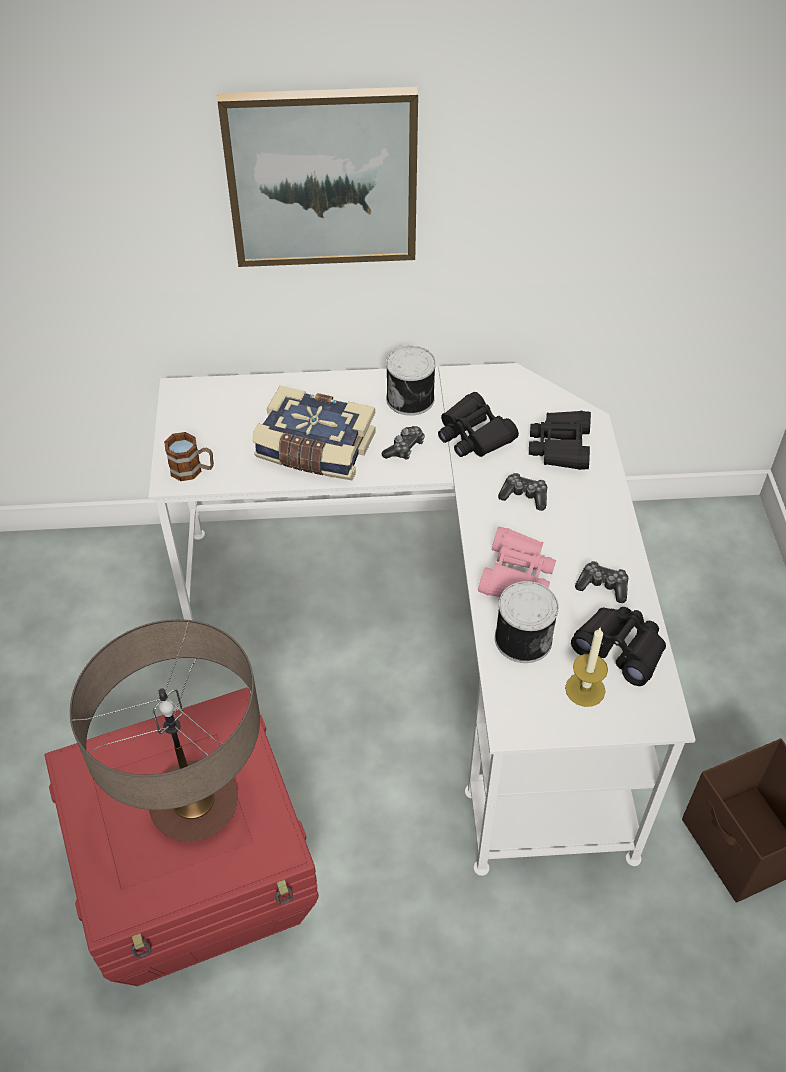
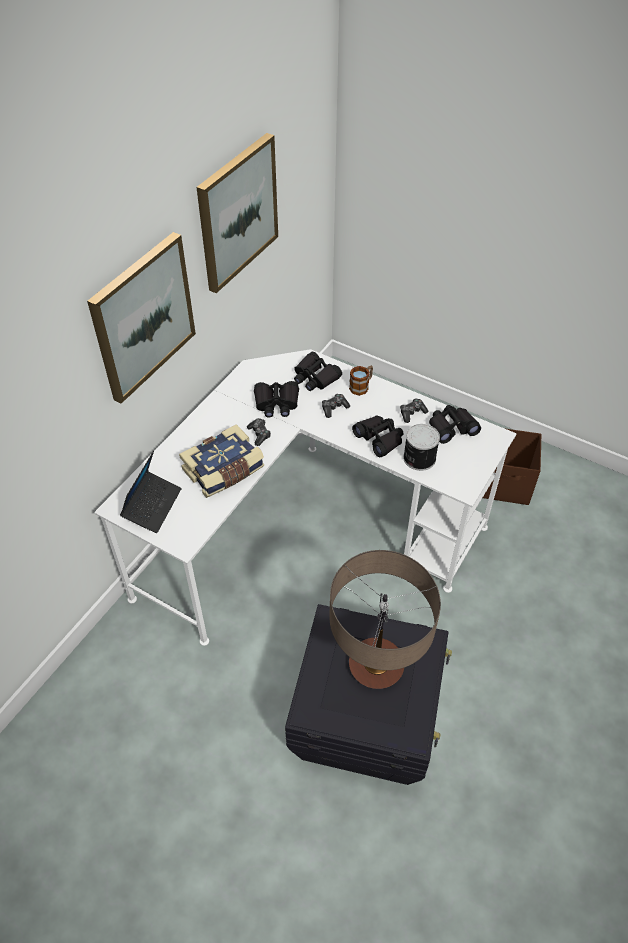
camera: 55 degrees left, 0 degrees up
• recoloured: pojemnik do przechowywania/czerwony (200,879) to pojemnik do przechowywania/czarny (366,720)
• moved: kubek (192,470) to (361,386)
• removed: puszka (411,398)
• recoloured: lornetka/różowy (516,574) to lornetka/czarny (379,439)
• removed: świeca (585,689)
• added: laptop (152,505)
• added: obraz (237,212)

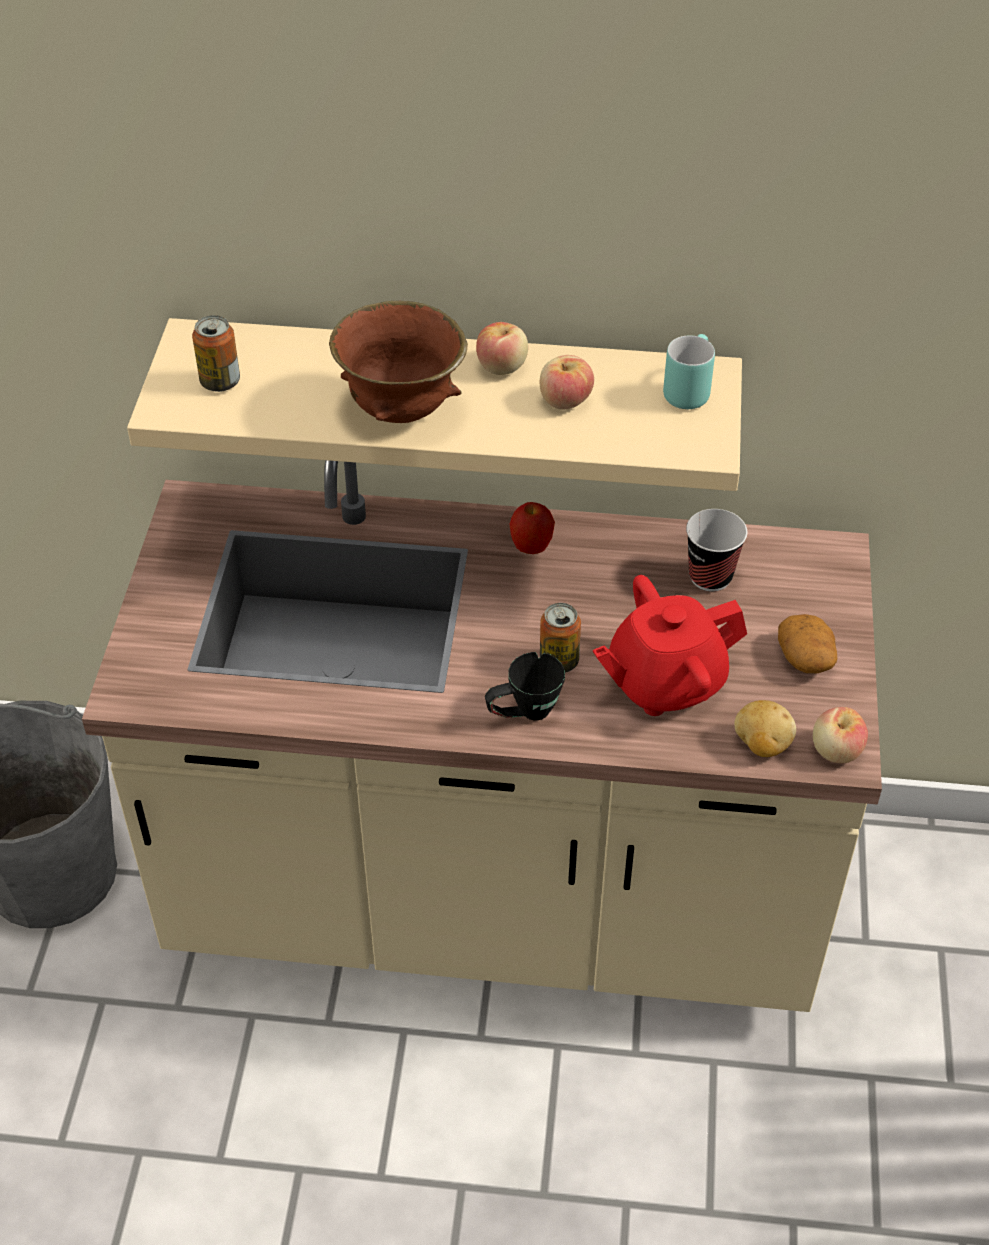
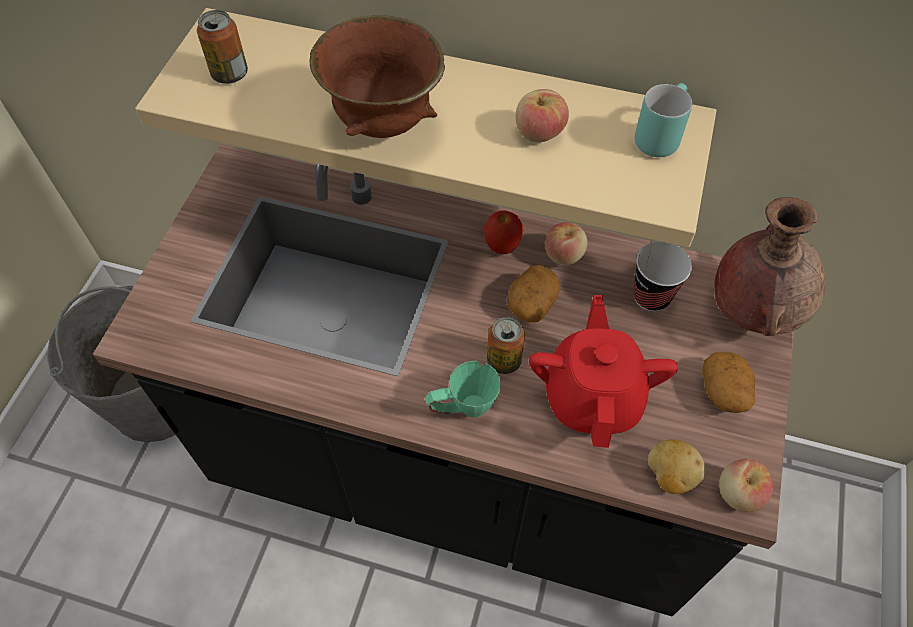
camera: 10 degrees right, 10 degrees up
• recoloured: zabudowa kuchenna/beżowy (494,903) to zabudowa kuchenna/czarny (456,474)
• moved: jabłko (502,366) to (564,255)
• recoloured: kubek/czarny (523,714) to kubek/zielony (462,409)
• turned: imbryk/czerwony (664,682) = (593,396) 105 degrees clockwise
• added: ziemniak (531,302)
• added: wazon/brązowy (753,308)

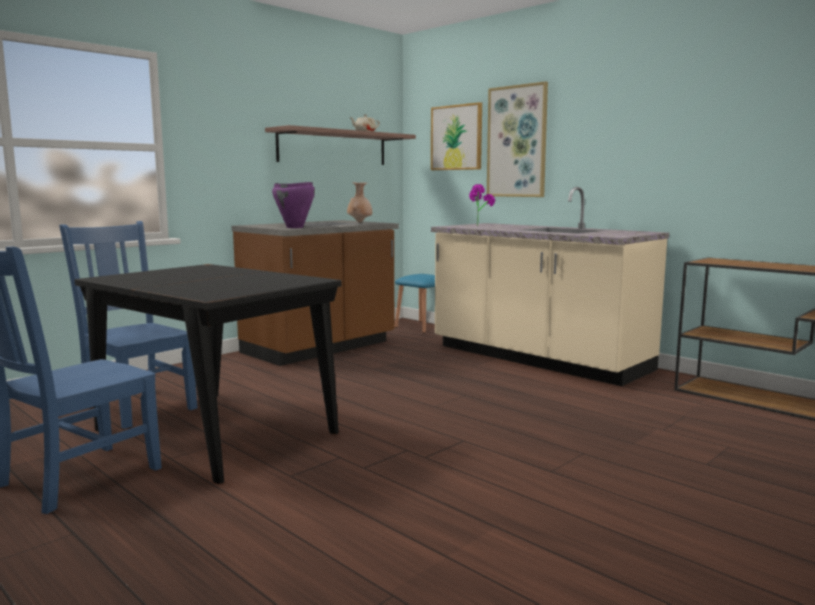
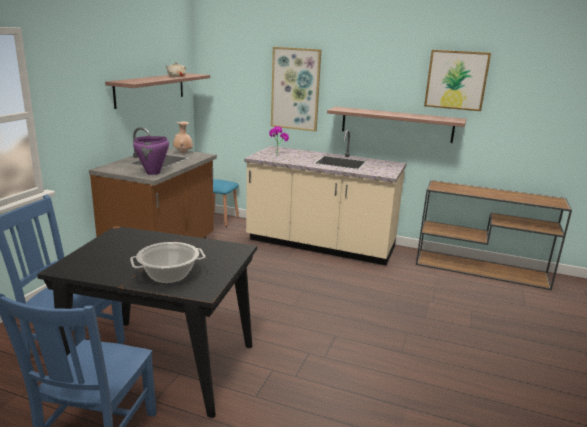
camera: 25 degrees left, 10 degrees up
• moved: obraz (456,137) to (456,80)
• added: garnek (169,275)
• added: półka (396,124)

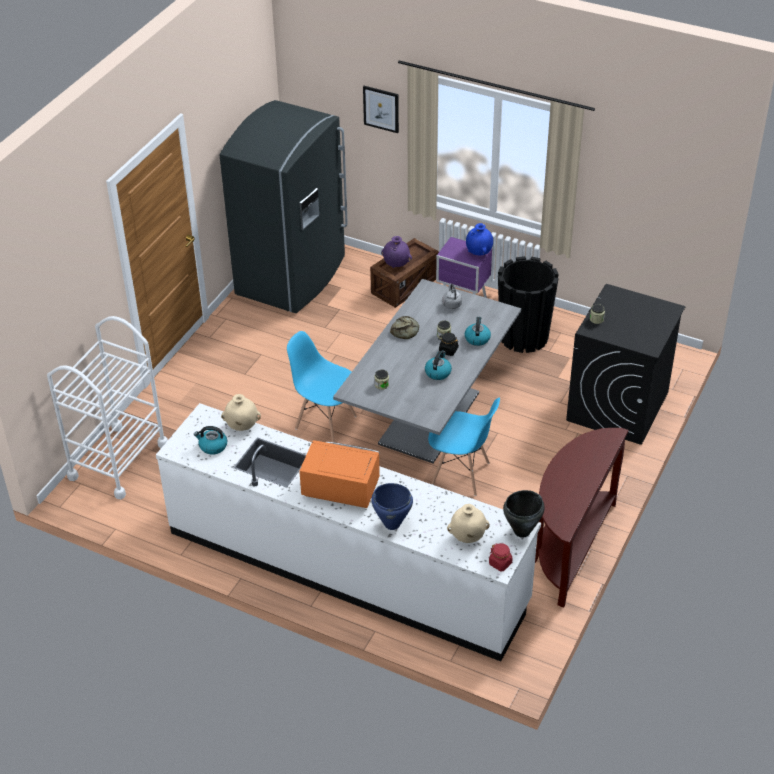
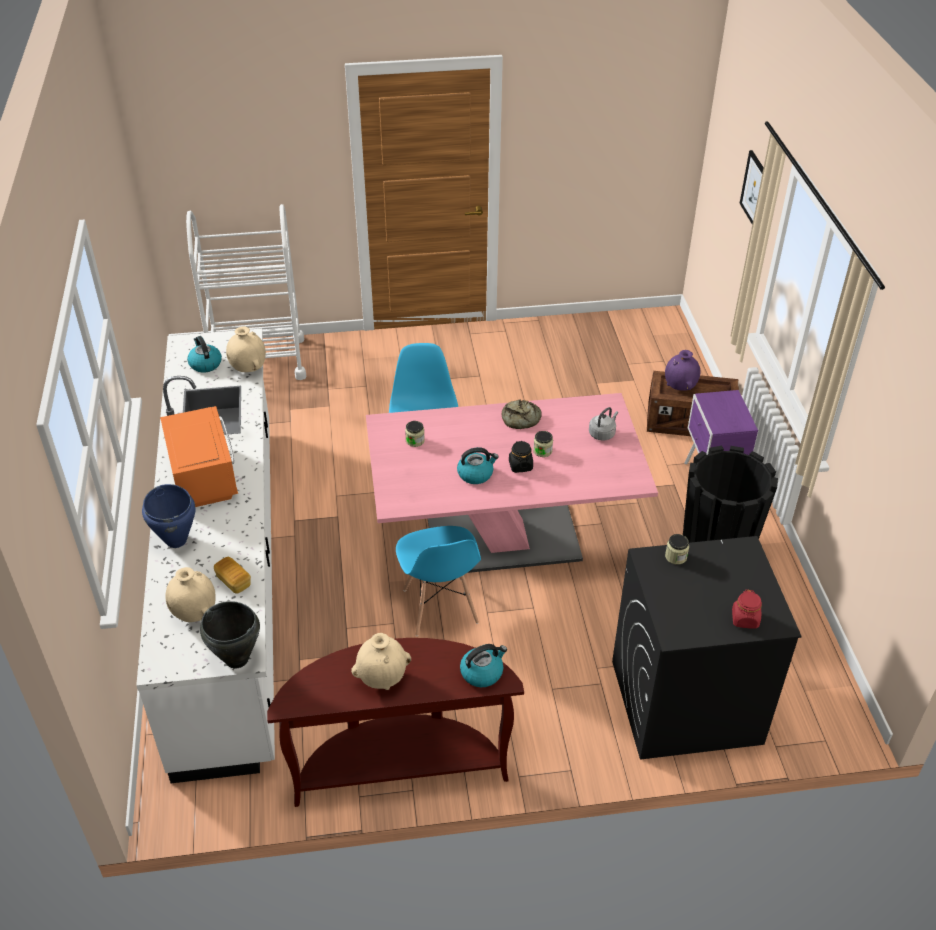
camera: 55 degrees right, 0 degrees up
• removed: lodówka/szary (293,276)
• recoloured: stół jadalny/szary (429,418) to stół jadalny/różowy (503,539)
• moved: czajnik (477,338) to (482,672)
• removed: wazon/niebieski (479,253)
• moved: słoik/czerwony (500,563) to (745,619)
• added: chleb (233,581)
• added: wazon/beżowy (383,679)

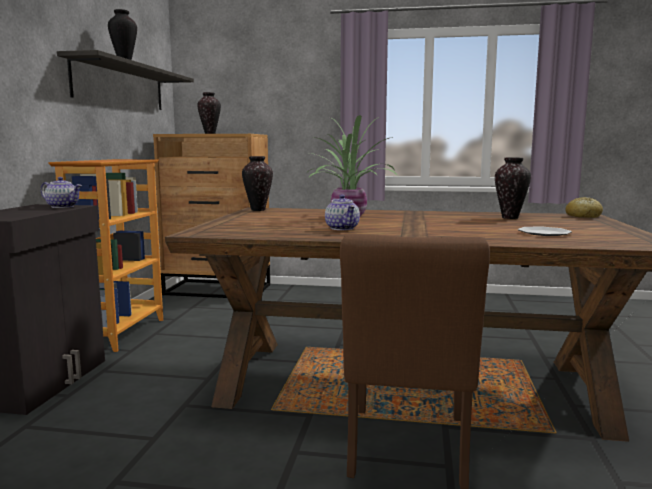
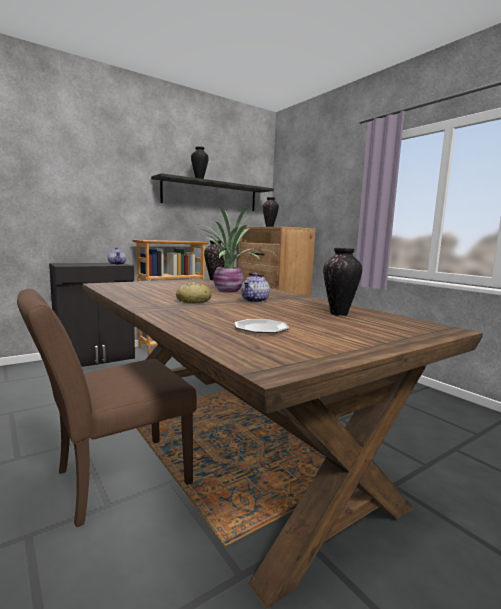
camera: 45 degrees right, 0 degrees up
• moved: imbryk (342,228) to (255,301)
• moved: chleb (583,216) to (193,301)

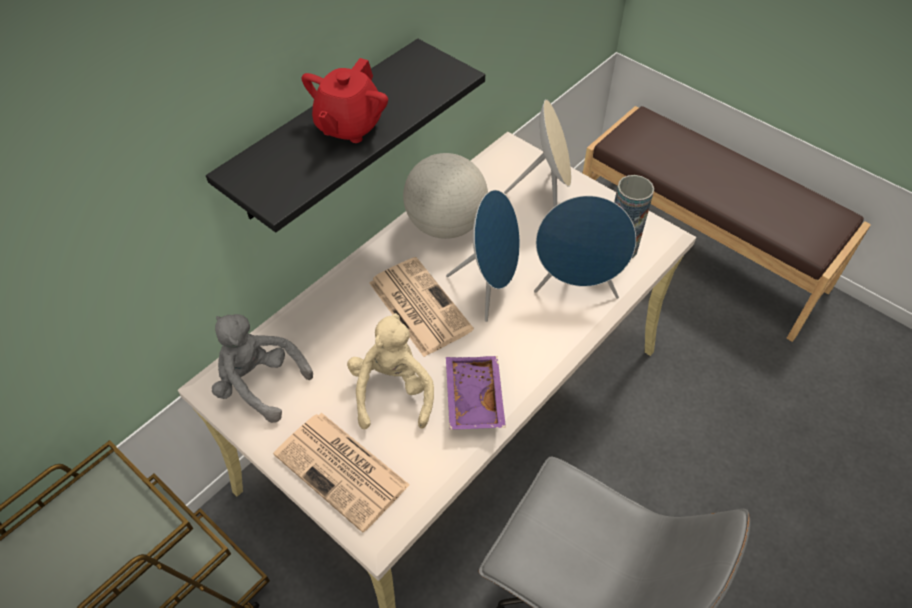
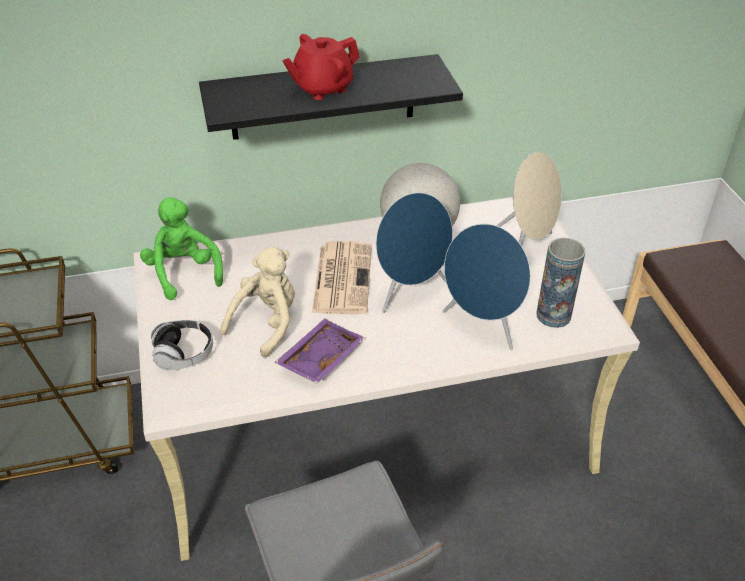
camera: 35 degrees right, 10 degrees down
• recoloured: pluszak/szary (259,384) to pluszak/zielony (184,273)
• replaced: gazeta (343,470) to słuchawki (184,354)

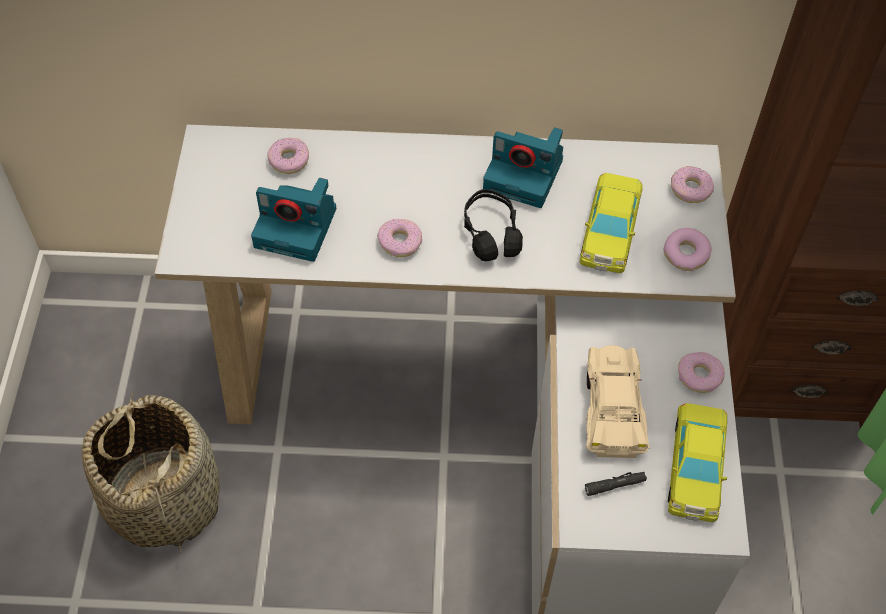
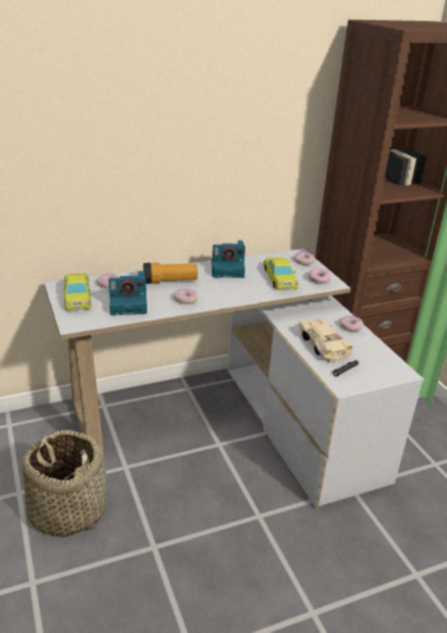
camera: 25 degrees left, 25 degrees down
• removed: słuchawki/czarny (491,233)
• moved: samochodzik/żółty (696,466) to (77,296)
• added: latarka (170,281)

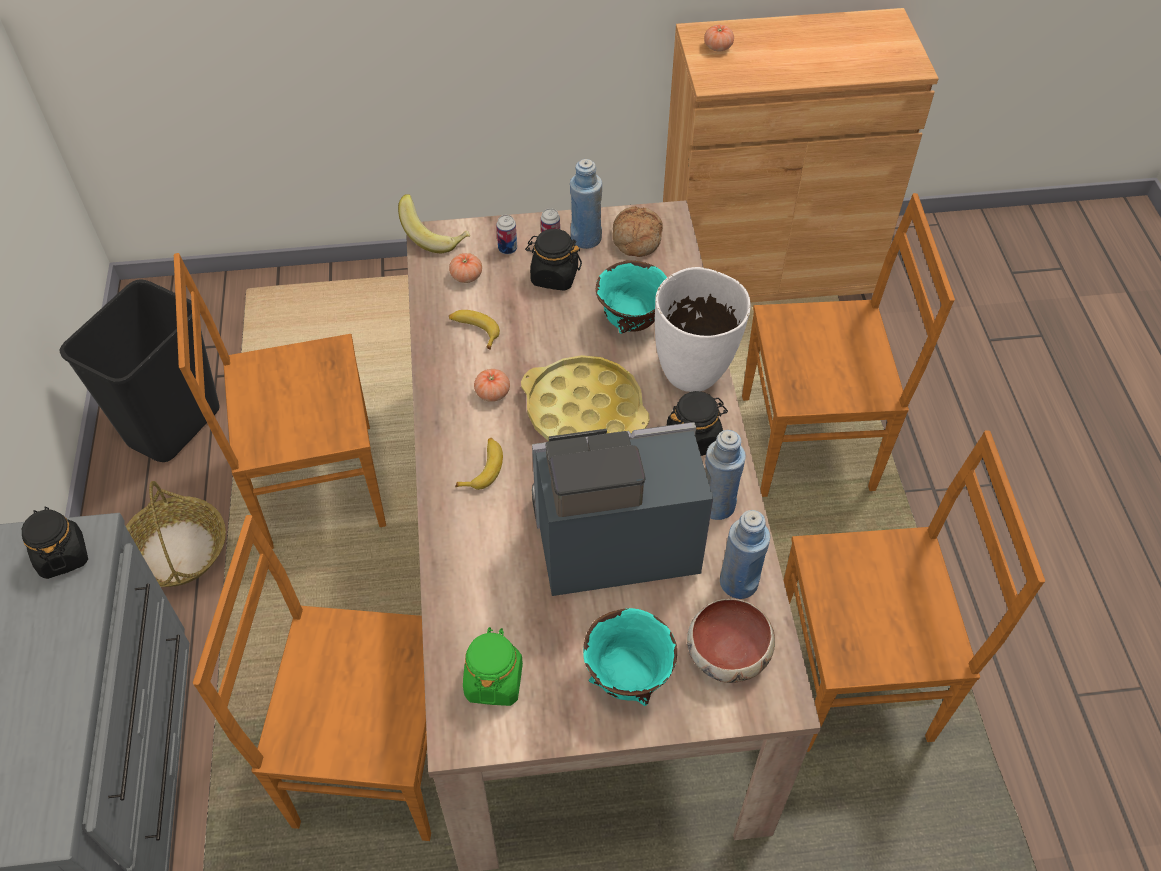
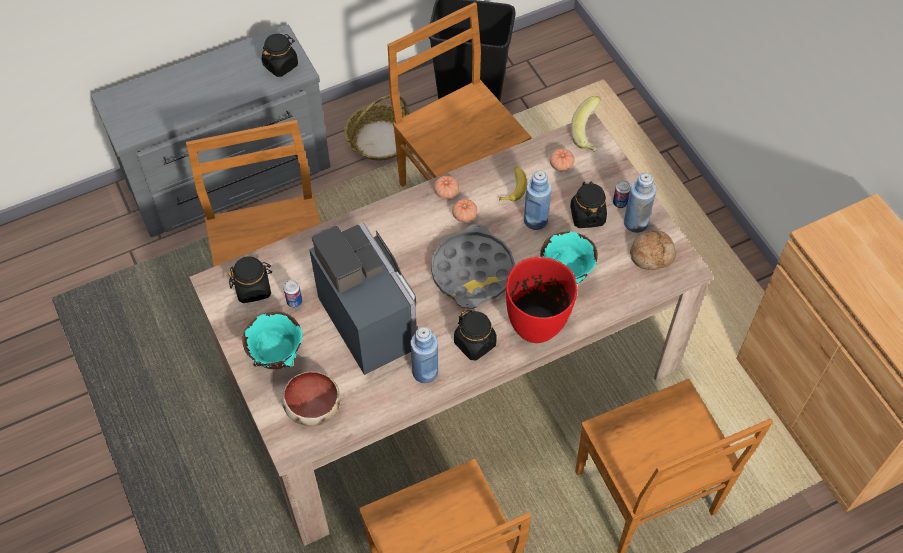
camera: 70 degrees right, 5 degrees up
• removed: banan (483,468)
• recoloured: słoik/zielony (494,681) to słoik/czarny (253,288)
• moved: puszka (507,249) to (294,302)
• recoloured: taca/żółty (584,410) to taca/szary (472,271)
• recoloured: wazon/biały (693,372) to wazon/czerwony (536,327)
• moved: pomidor (718,47) to (446,192)
• moved: butelka/niebieski (739,582) to (535,220)

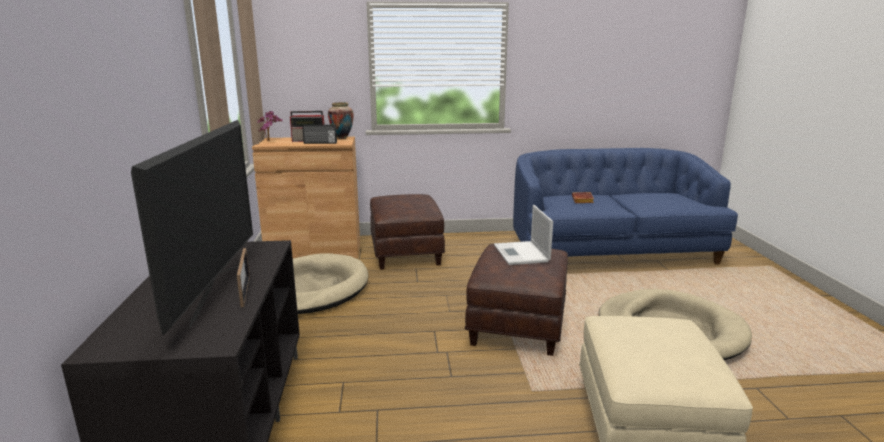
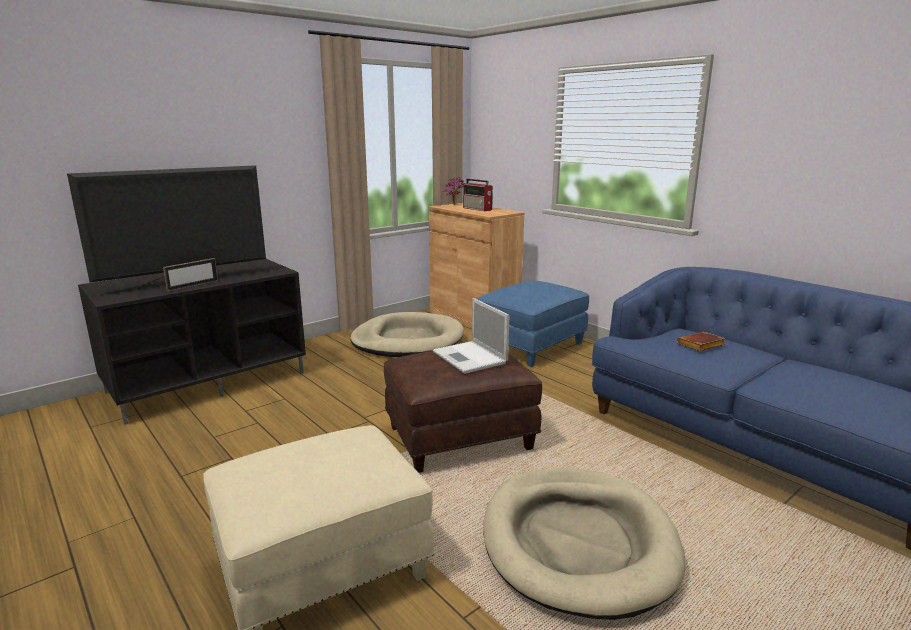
camera: 55 degrees right, 0 degrees up
• removed: radio (320,143)
• removed: wazon (342,138)
• recoloured: pufa/brązowy (405,252) to pufa/niebieski (531,345)
• turned: laptop (522,254) = (470,358) 75 degrees counterclockwise

